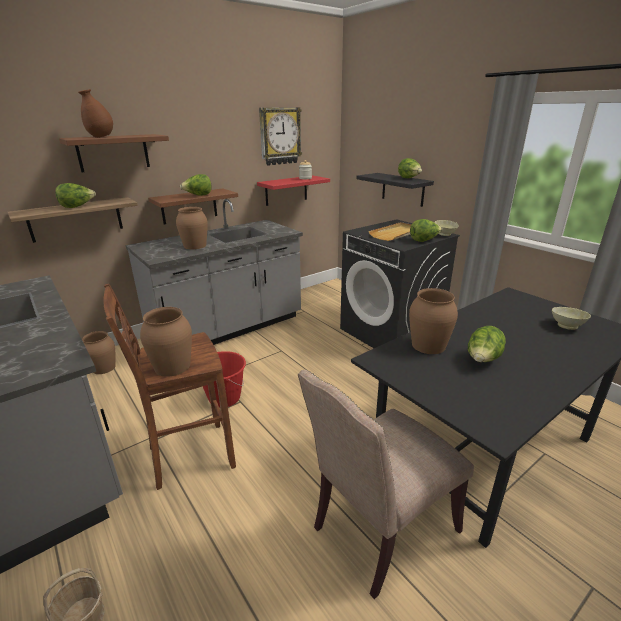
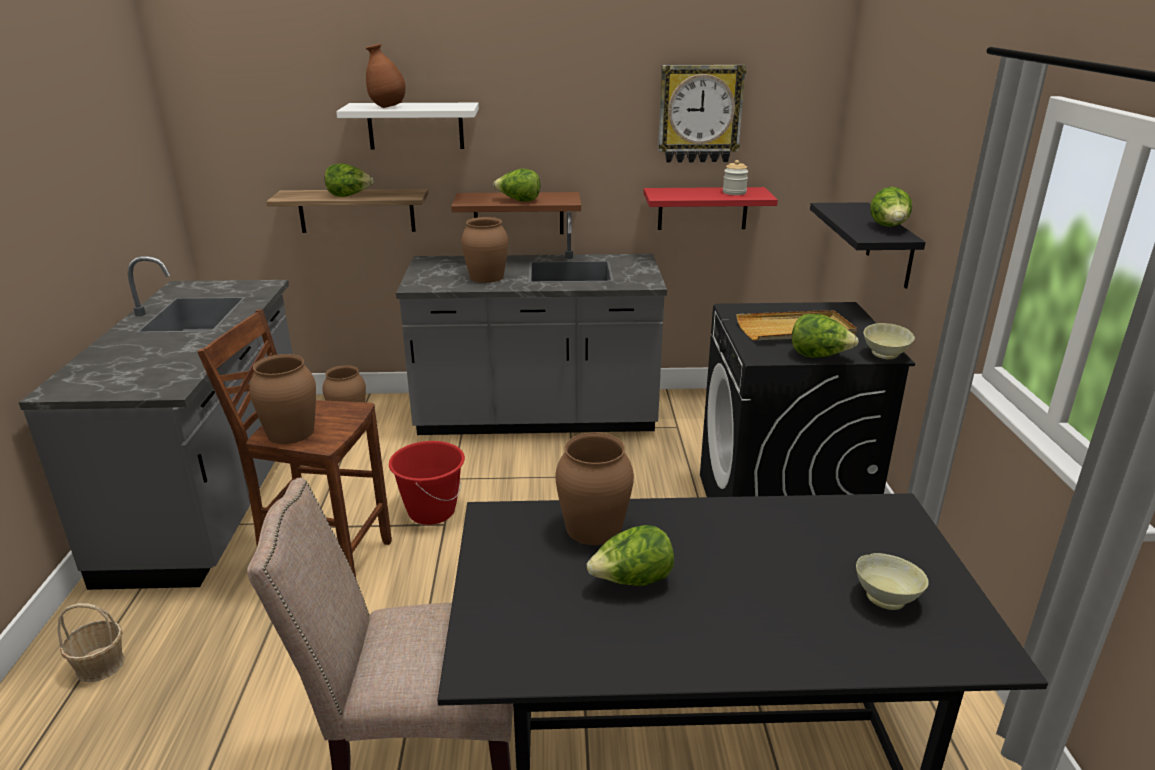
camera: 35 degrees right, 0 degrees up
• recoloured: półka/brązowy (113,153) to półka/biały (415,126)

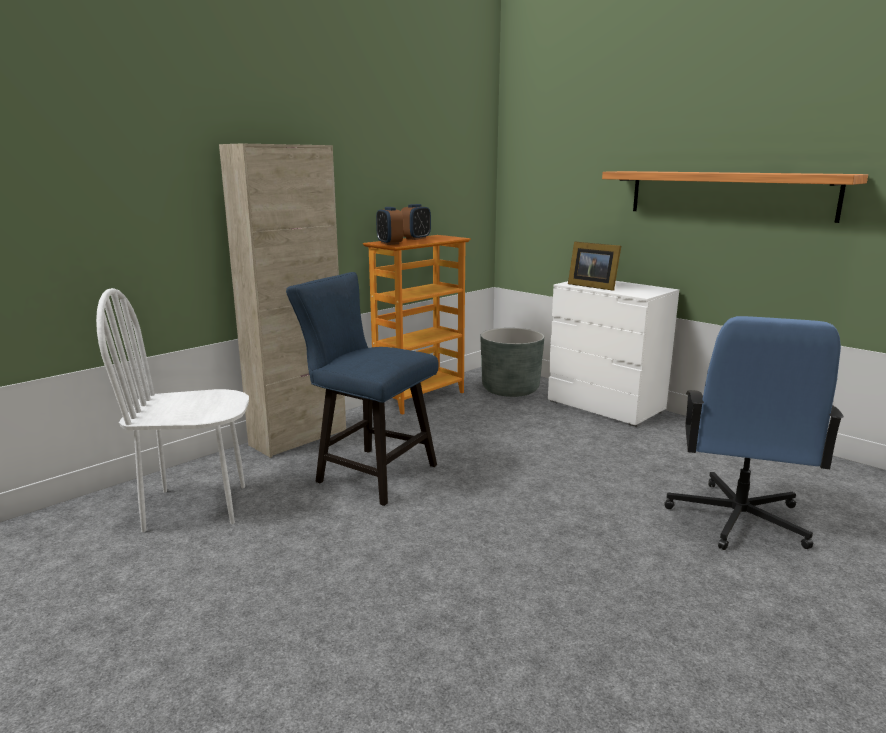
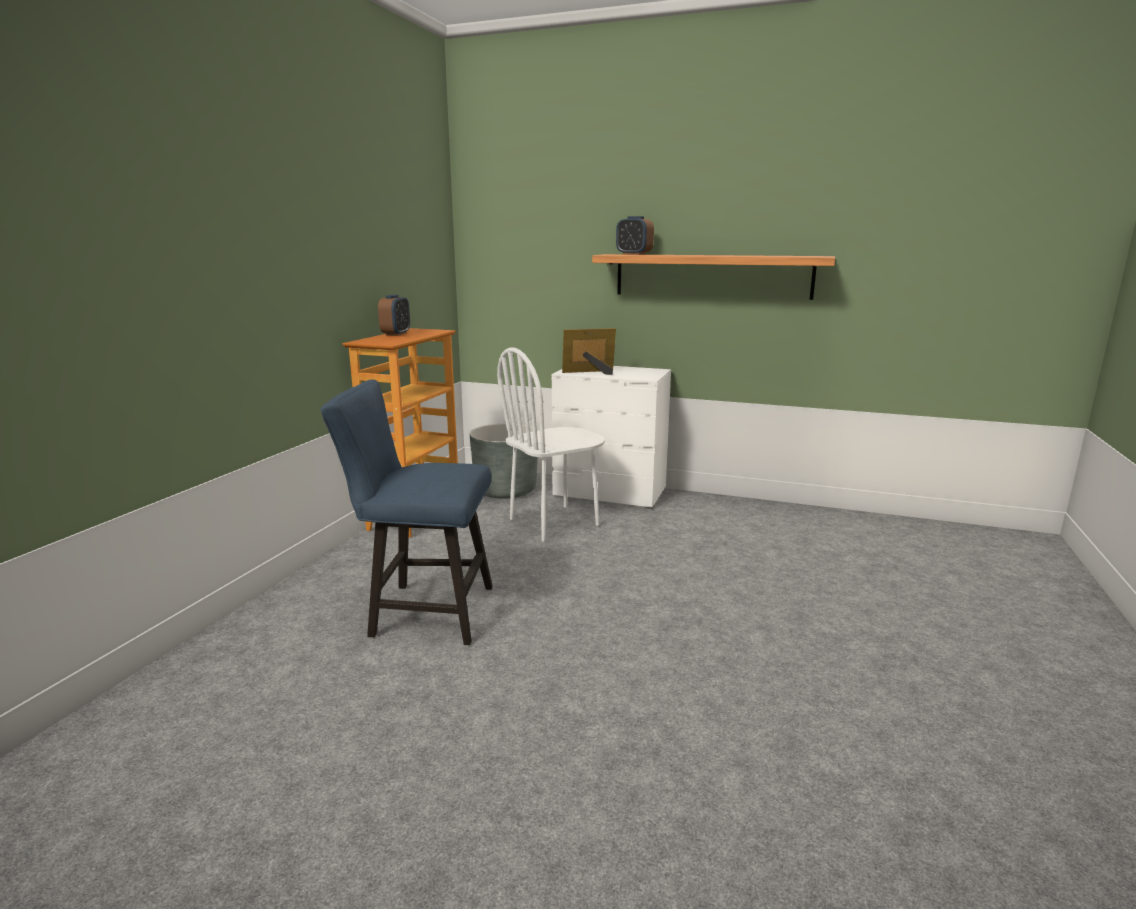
camera: 25 degrees left, 0 degrees up
• moved: krzesło/biały (196,507) to (554,522)
• removed: szafka/beżowy (298,438)
• moved: budzik (389,243) to (634,254)
• turned: ramka na zdjęcie (592,286) = (591,372) 150 degrees clockwise
• removed: krzesło biurowe/niebieski (737,519)

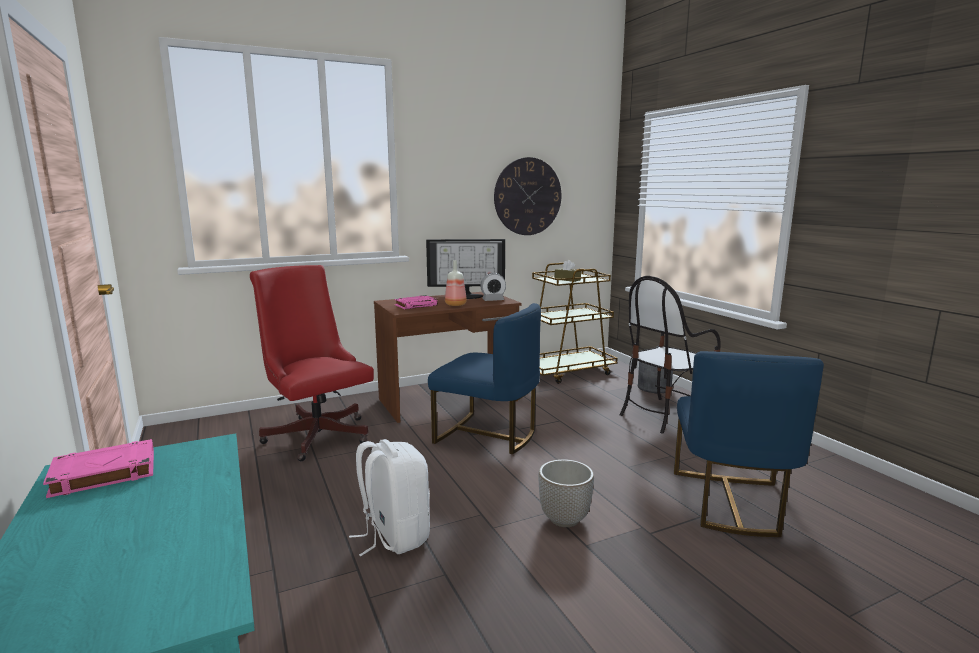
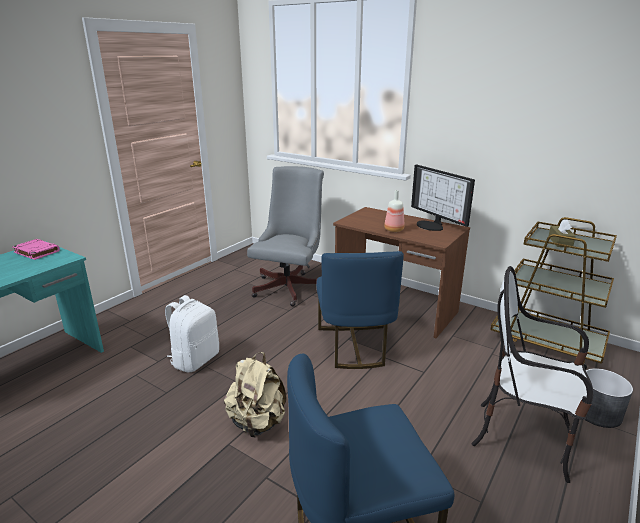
camera: 60 degrees right, 10 degrees up
• recoloured: krzesło biurowe/czerwony (316,433) to krzesło biurowe/szary (290,286)
• removed: książka/różowy (416,305)
• removed: budzik (493,300)
• removed: zegar ścienny (527,196)
• replaced: donica (564,519) to plecak/beżowy (257,423)

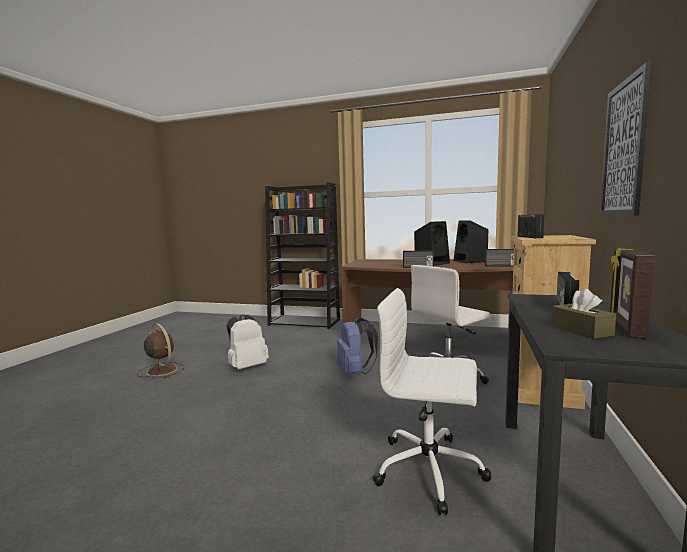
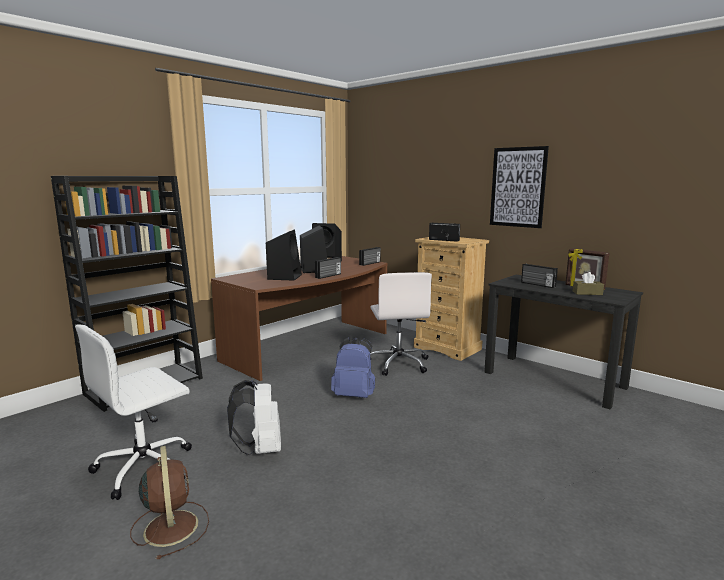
camera: 65 degrees left, 5 degrees up
• turned: wentylator/brązowy (161,370) = (171,526) 90 degrees clockwise
• moved: krzesło biurowe/biały (431,470) to (146,467)
• added: głośnik/czarny (284,277)

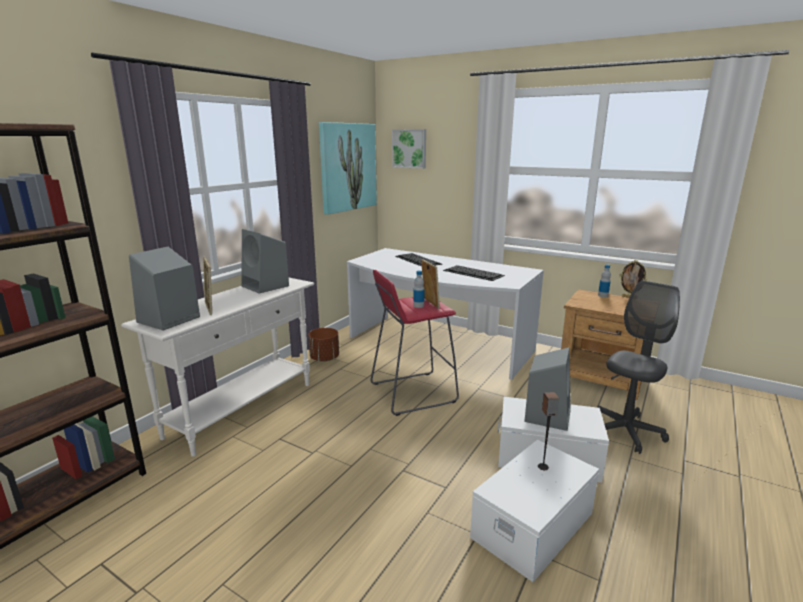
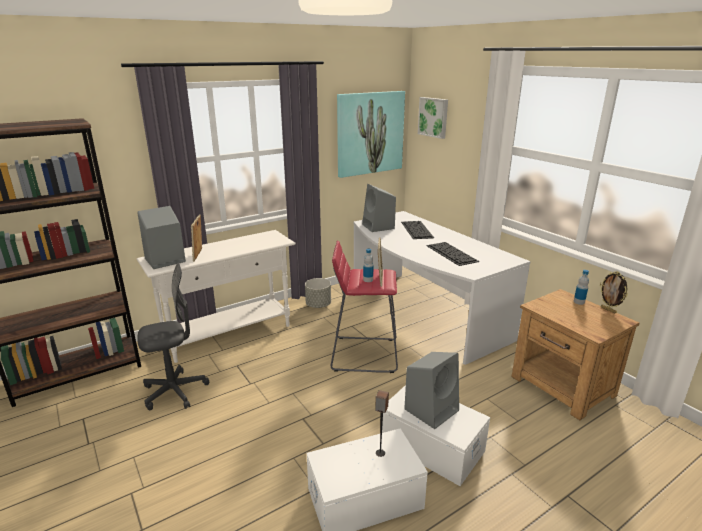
camera: 25 degrees right, 5 degrees up
• moved: głośnik/szary (266,286) to (378,227)
• recoloured: donica/brązowy (324,358) to donica/szary (318,305)
• moved: krzesło biurowe/szary (625,432) to (175,391)

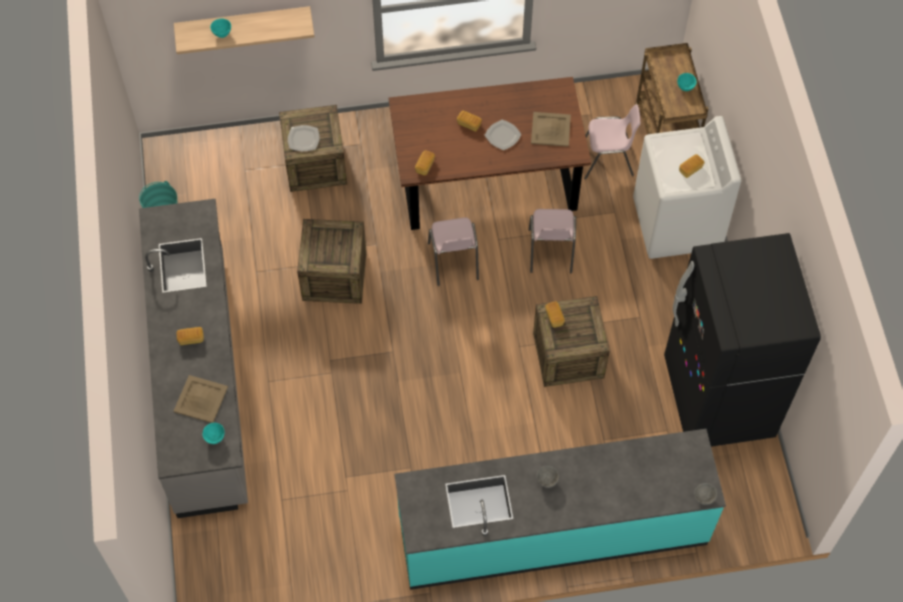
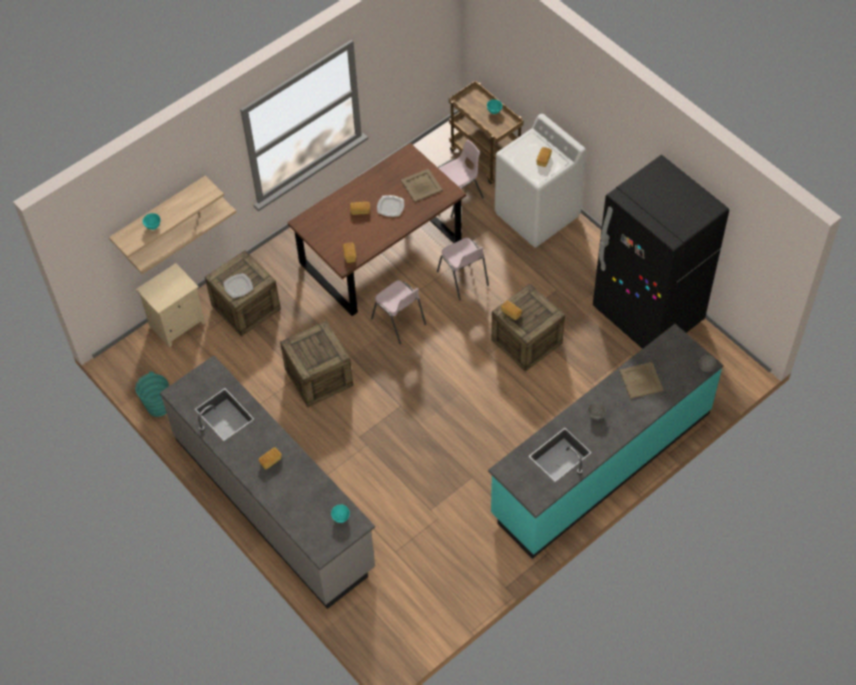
camera: 30 degrees left, 5 degrees down
• moved: taca/beżowy (200,399) to (640,380)
• added: półka (173,230)
• added: szafka nocna/beżowy (177,323)

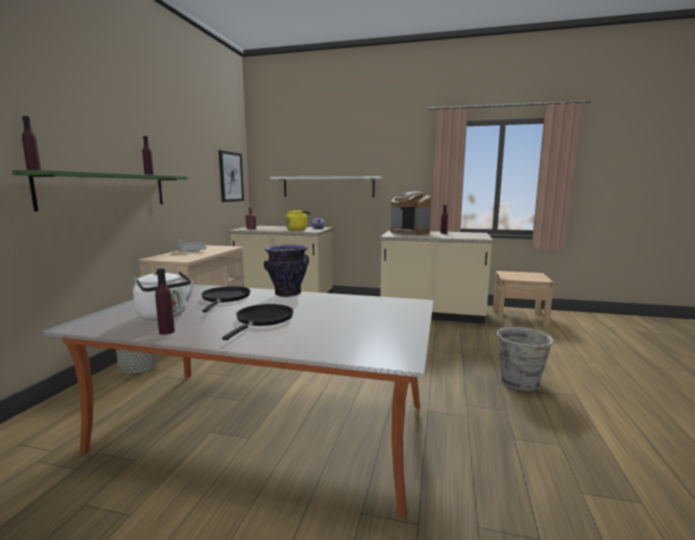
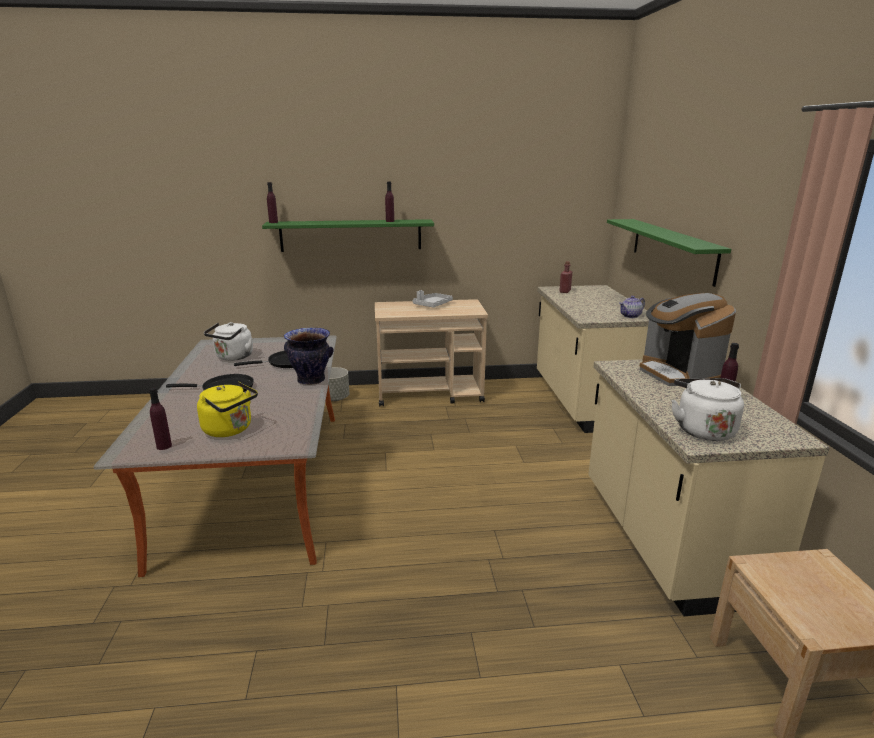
camera: 70 degrees right, 10 degrees up
• moved: butelka/fioletowy (166,332) to (164,446)
• removed: obraz (231,177)
• recoloured: półka/biały (328,187) to półka/zielony (672,249)
• moved: czajnik/żółty (297,229) to (230,430)
• turned: ekspres do kawy (409,232) = (678,374) 45 degrees counterclockwise
• removed: wiadro/szary (520,383)
• added: czajnik/biały (702,429)

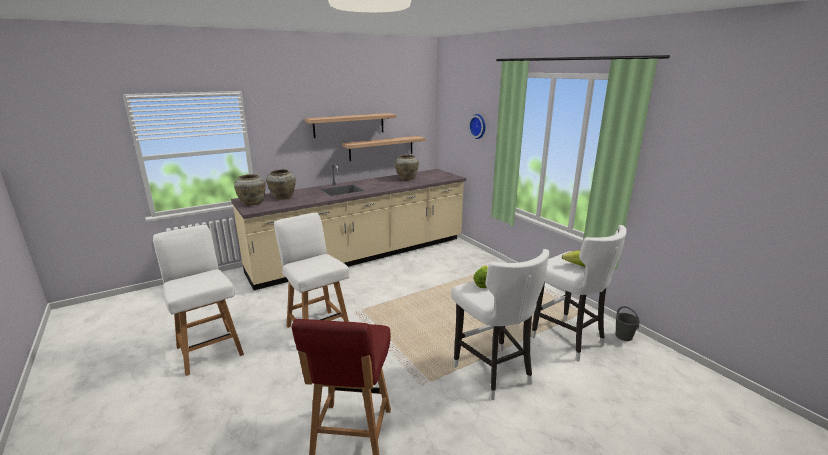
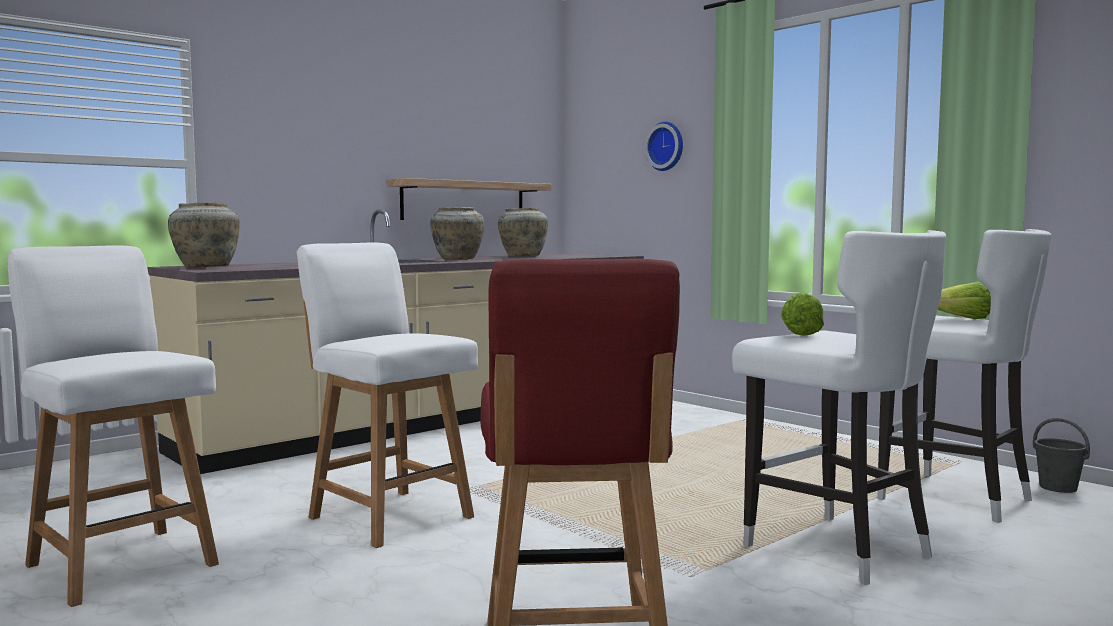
camera: 10 degrees left, 15 degrees down
• moved: wazon/beżowy (282,197) to (457,259)
• removed: półka (349,125)

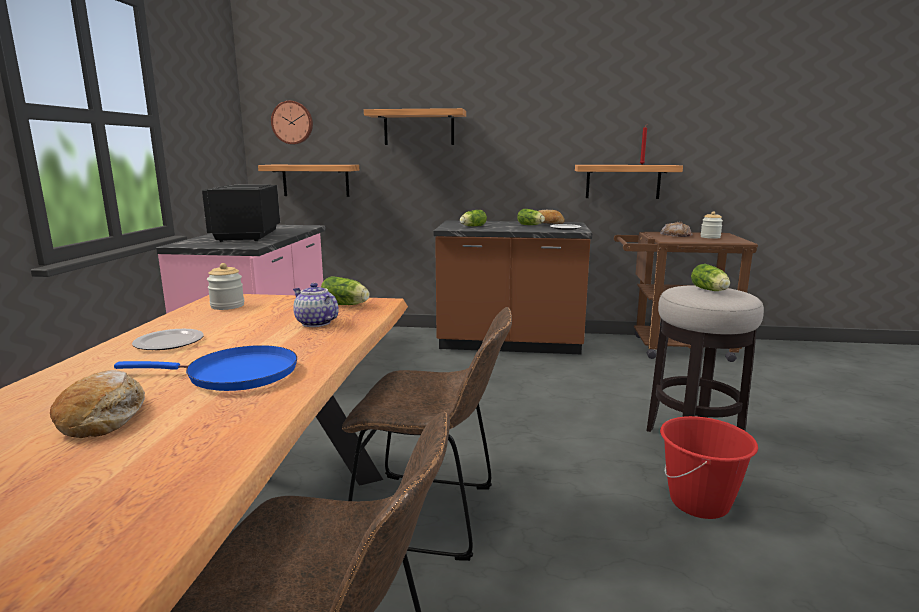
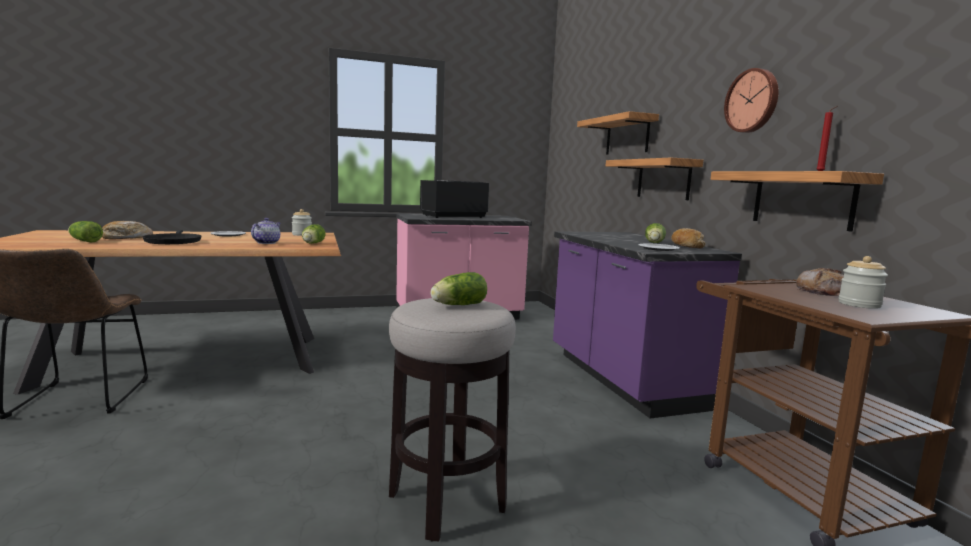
camera: 65 degrees right, 5 degrees down
• recoloured: patelnia/niebieski (235,374) to patelnia/czarny (173,241)
• moved: półka (315,180) to (663,179)
• moved: zegar ścienny (292,122) to (752,101)
• removed: krzesło/brązowy (433,515)
• recoloured: zabudowa kuchenna/brązowy (509,344) to zabudowa kuchenna/fioletowy (623,379)
• moved: sałata (472,226) to (84,241)
• removed: wiadro/czerwony (699,503)

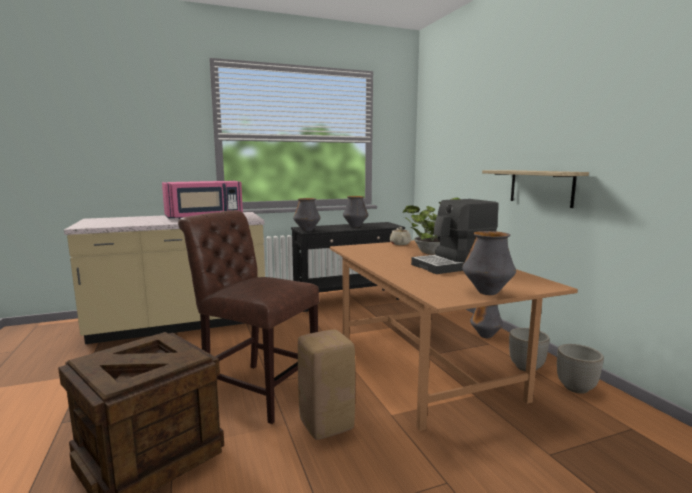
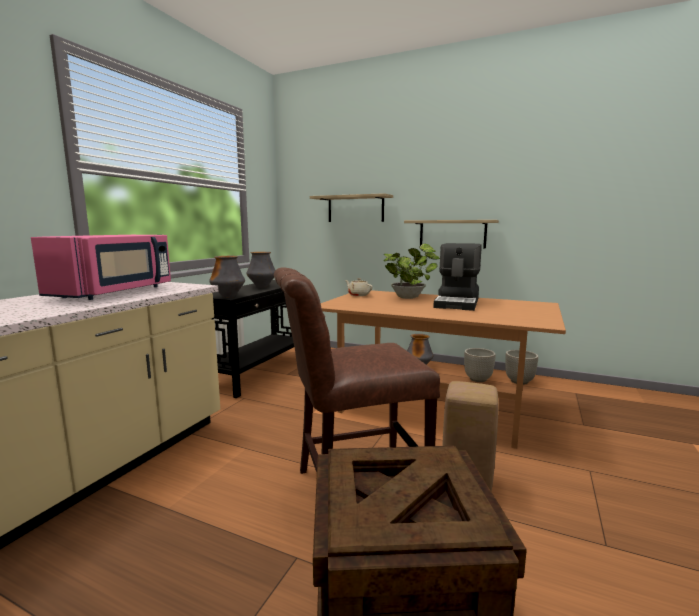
camera: 45 degrees left, 0 degrees up
• removed: wazon (487,292)
• added: półka (355,209)

